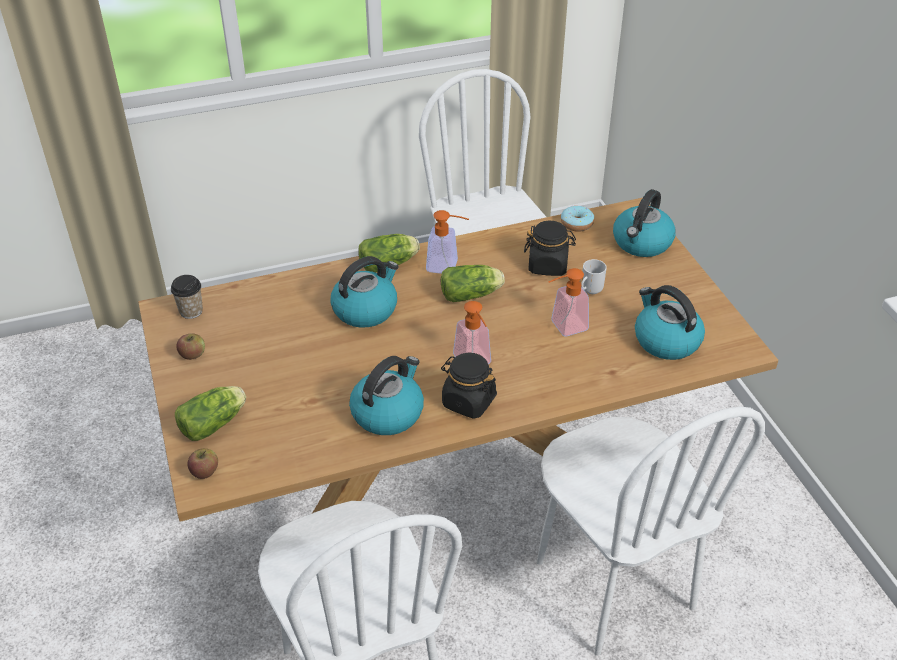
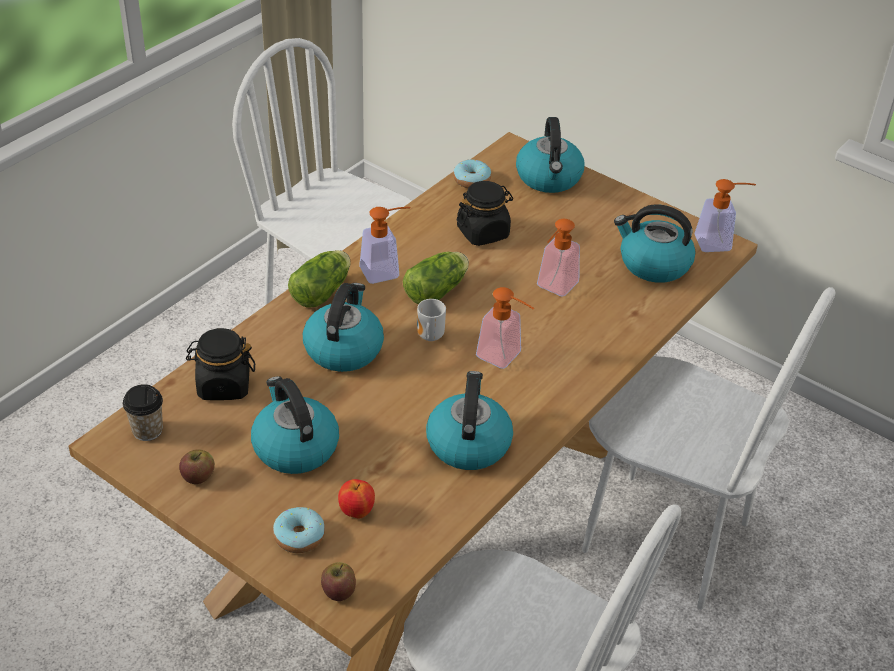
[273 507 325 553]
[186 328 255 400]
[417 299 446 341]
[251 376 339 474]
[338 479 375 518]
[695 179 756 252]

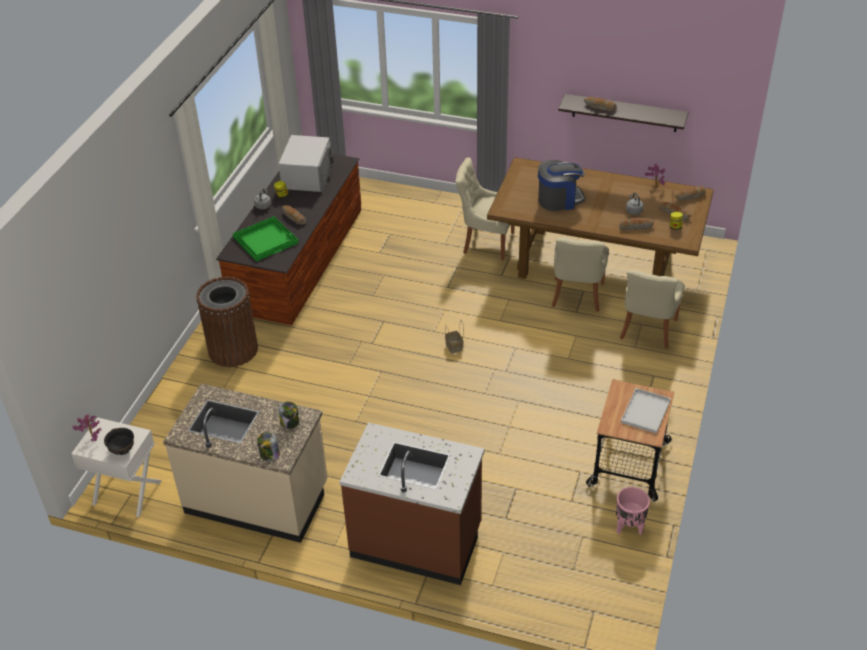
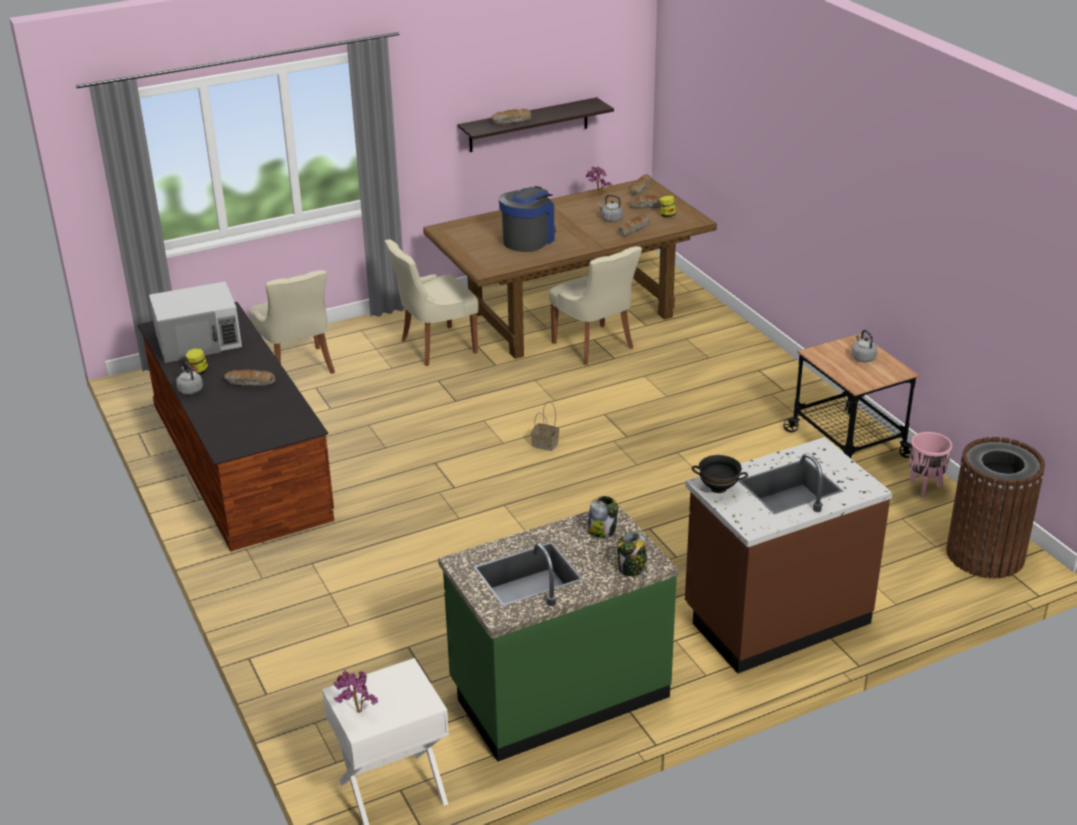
[692 455 748 493]
[438 505 679 762]
[946 437 1045 578]
[232 216 299 261] (first image)
[149 281 242 363]
[249 270 335 374]
[852 330 877 362]

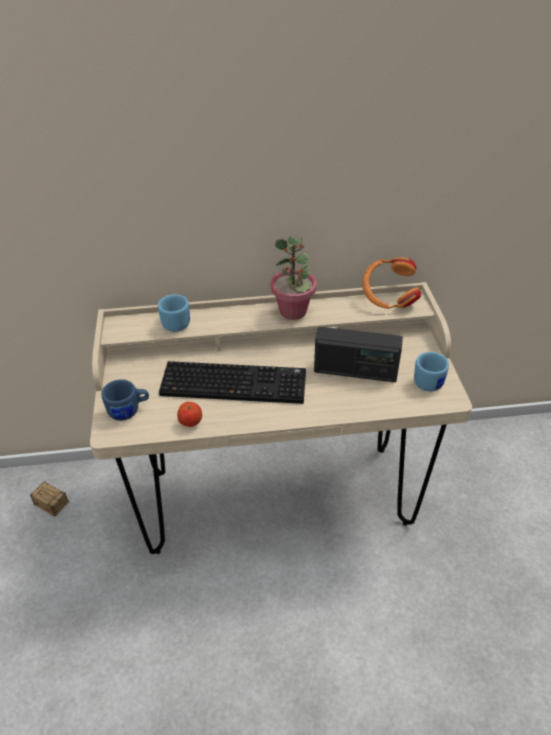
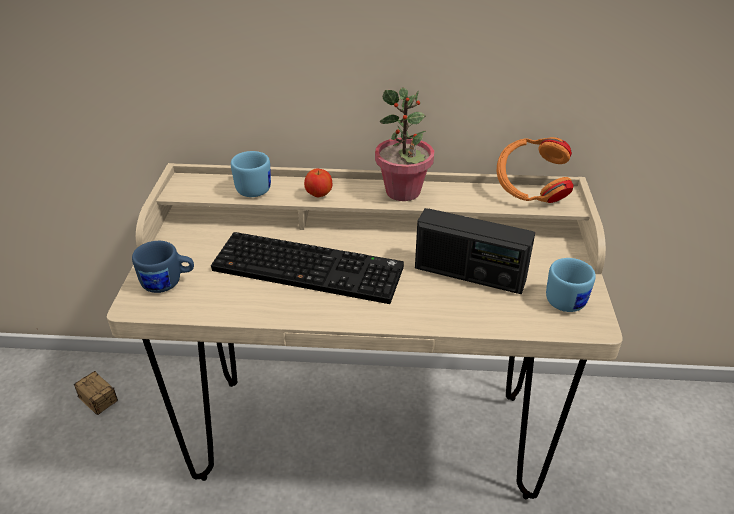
[304 169 332 198]

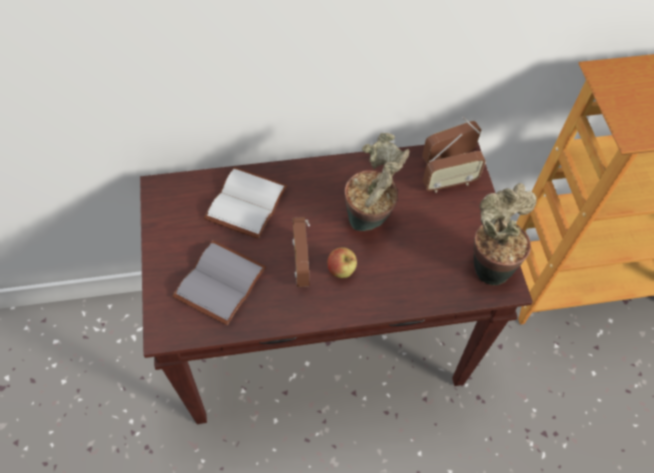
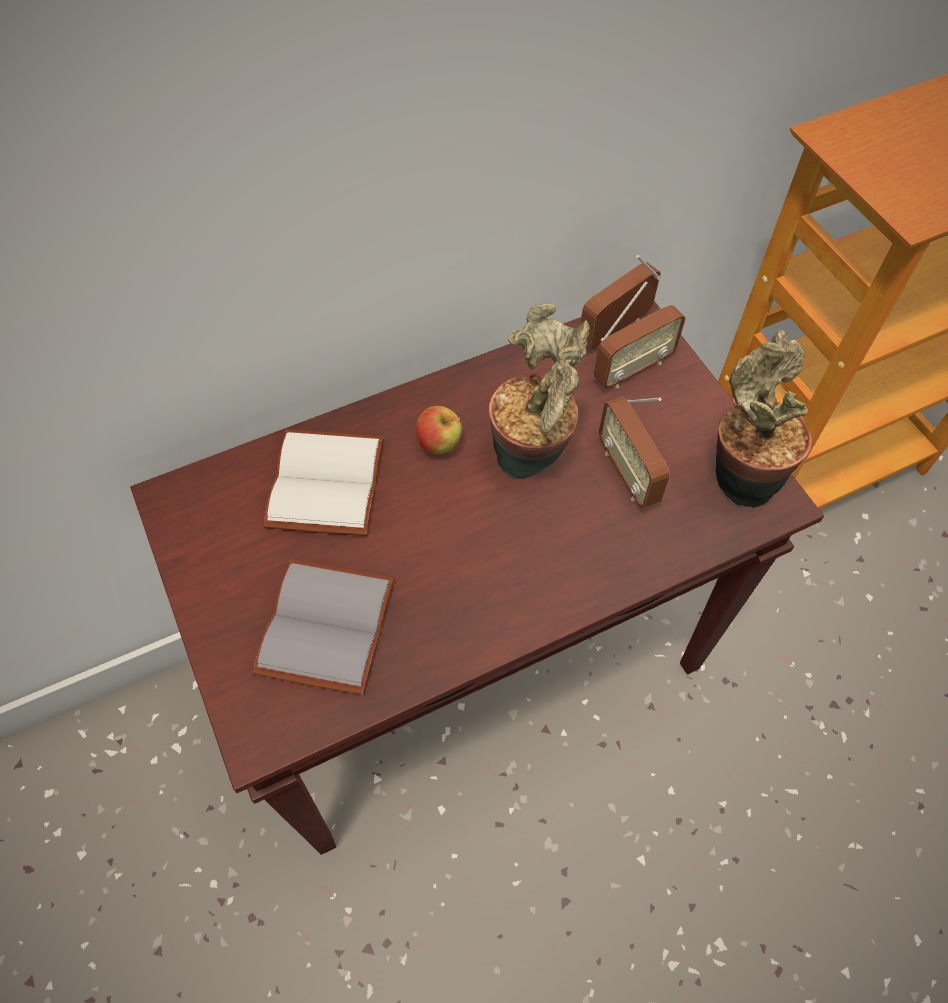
[599 397 670 508]
[416 406 462 454]

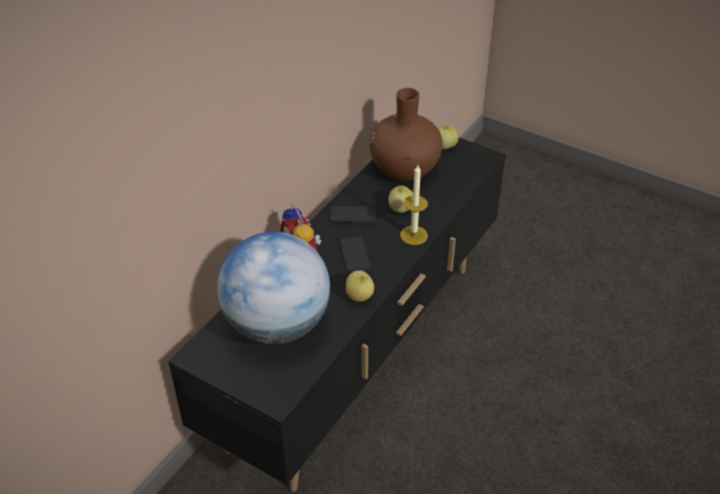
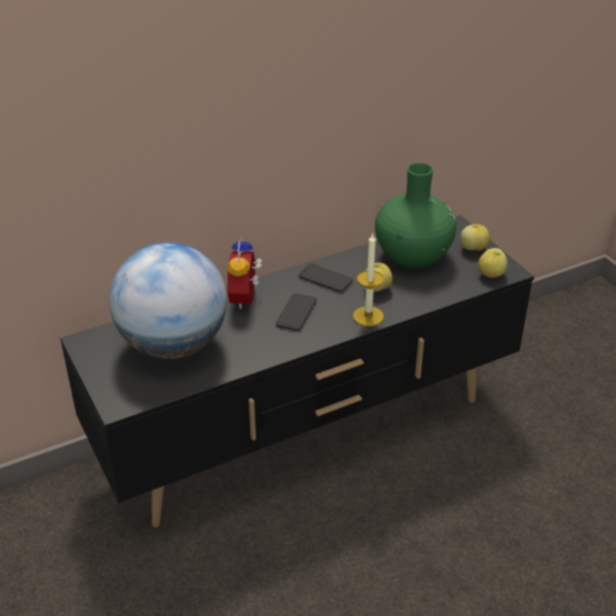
[478 248 507 278]
[375 163 457 268]

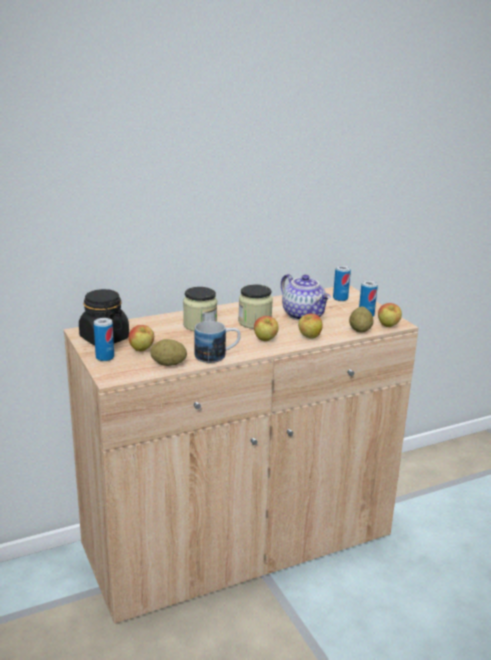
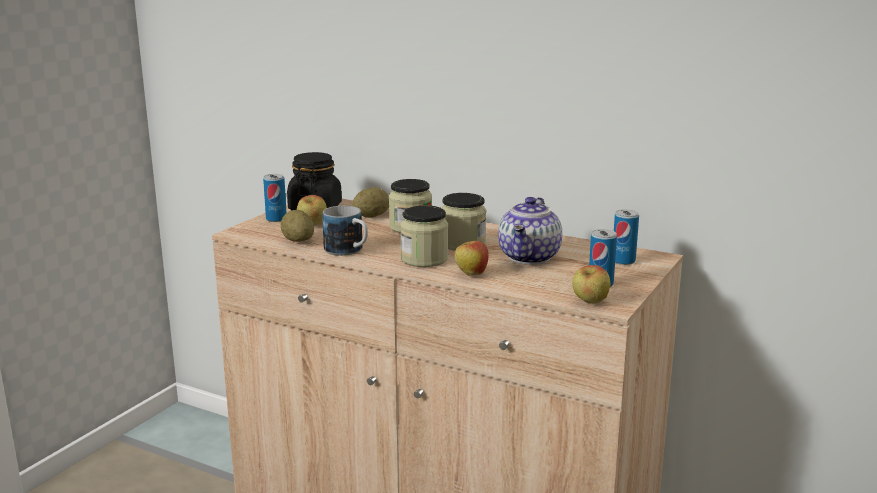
[400 205 448 267]
[353 188 389 218]

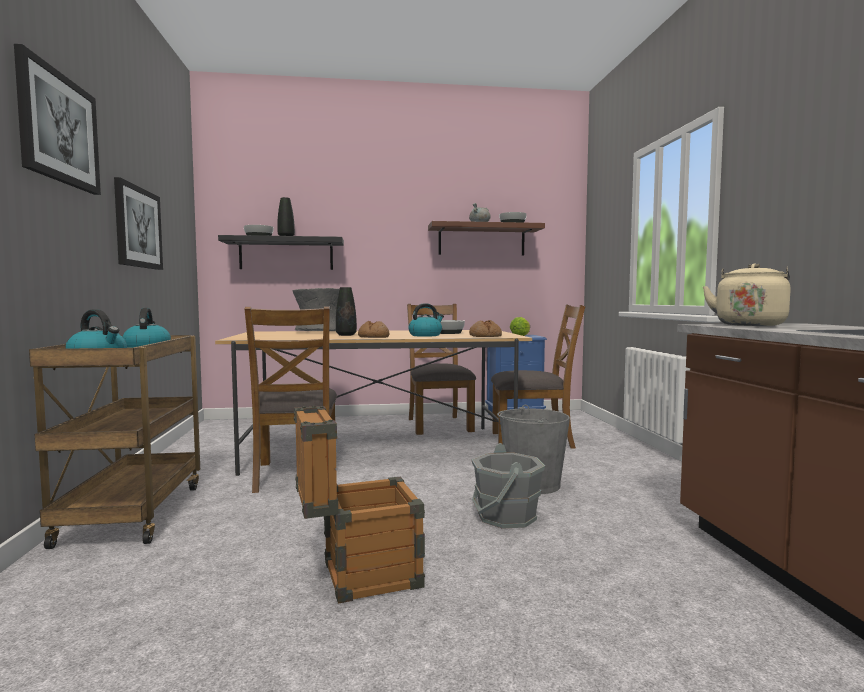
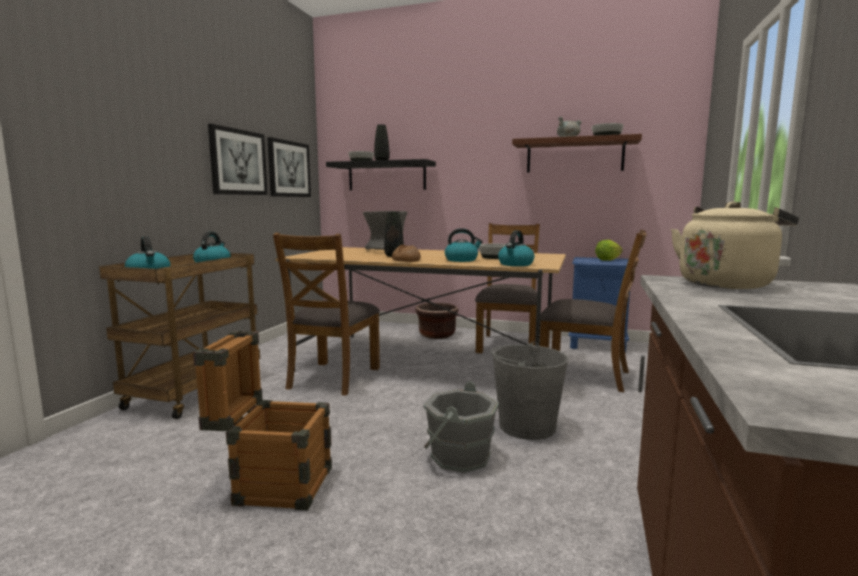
[267 137 311 197]
[498 230 534 266]
[415 303 458 339]

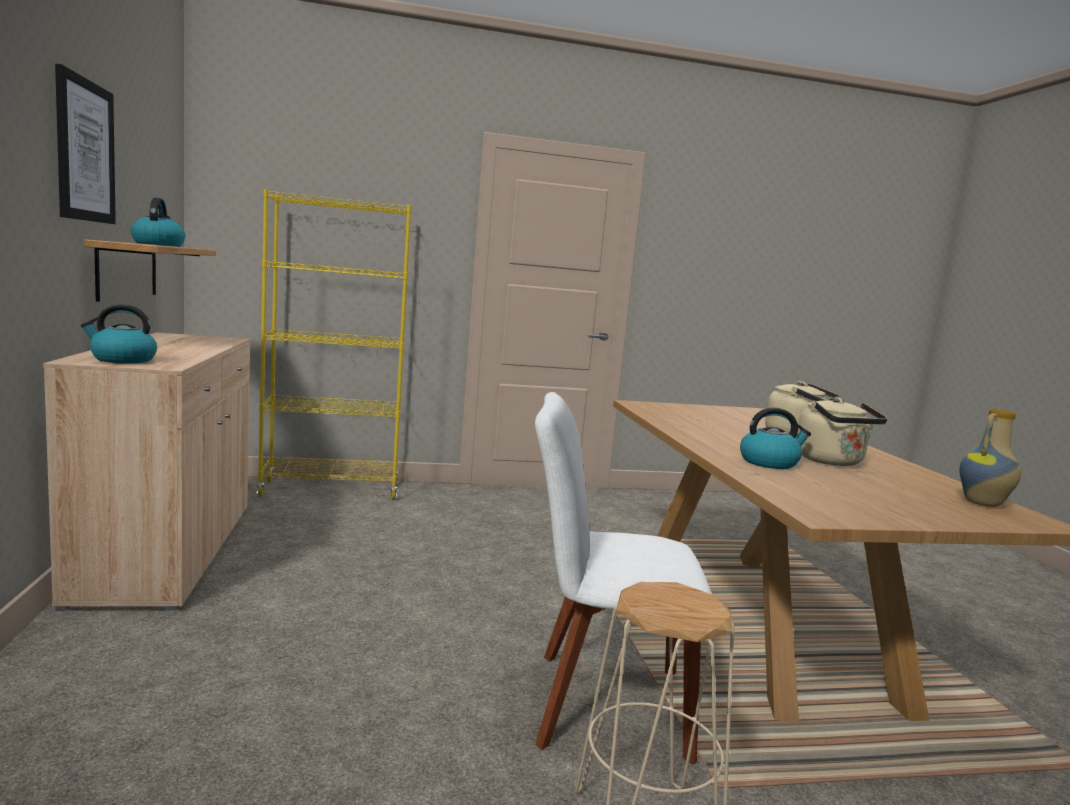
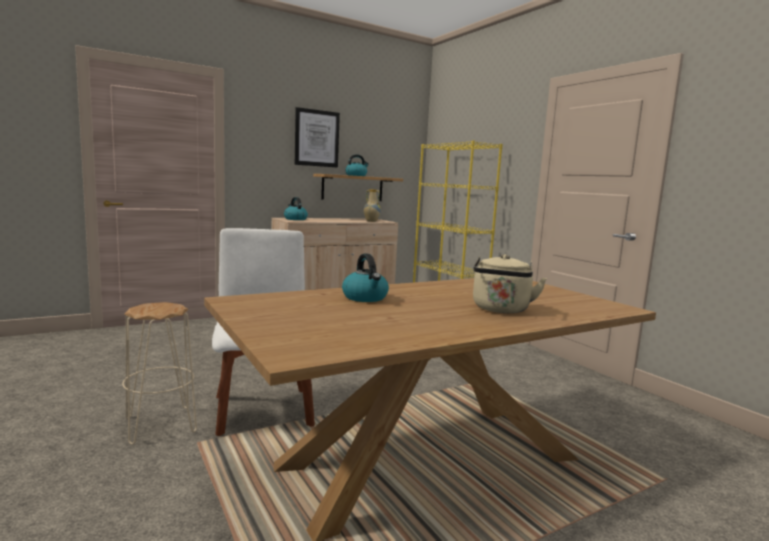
[797 397 887 466] (first image)
[363 189 381 222]

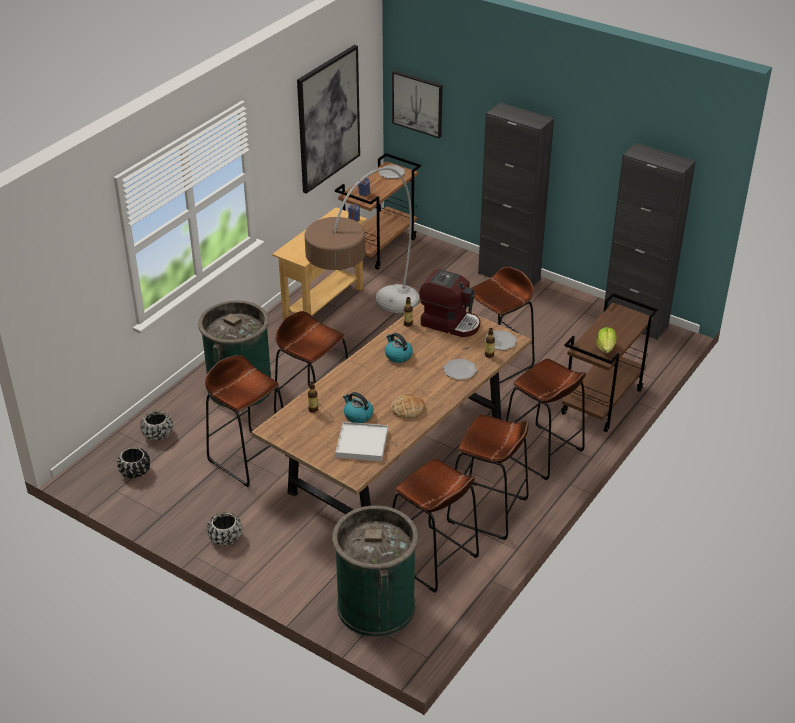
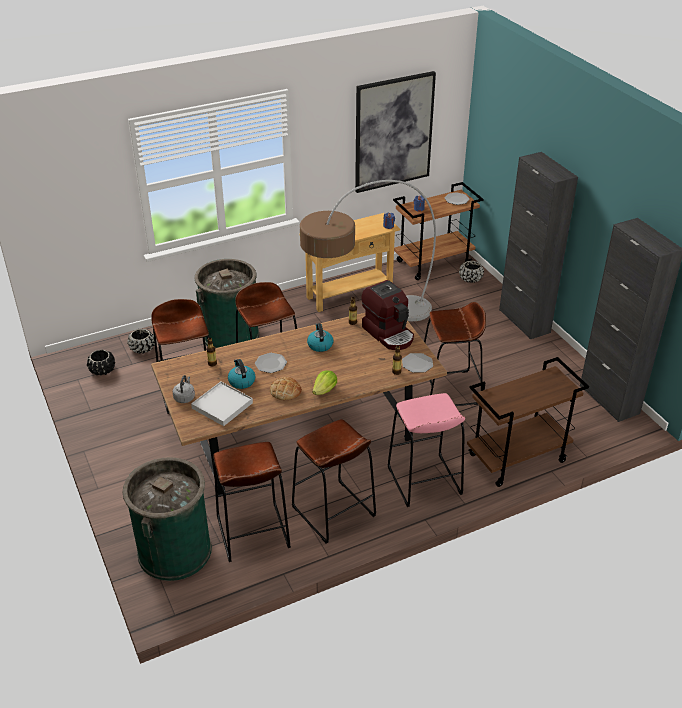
[459 261 484 283]
[392 71 443 138] (first image)
[255 353 287 373]
[388 393 465 507]
[312 370 337 395]
[173 375 195 403]

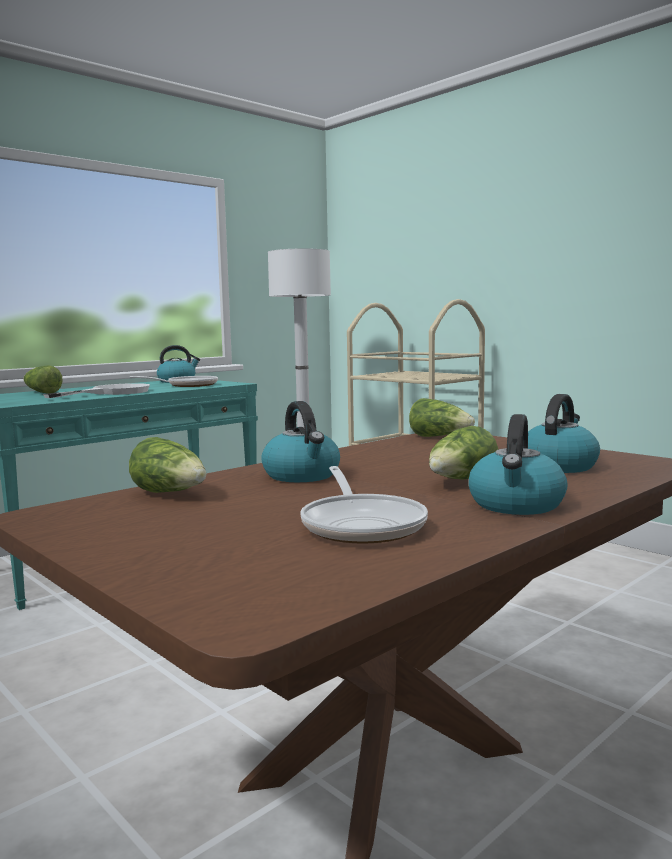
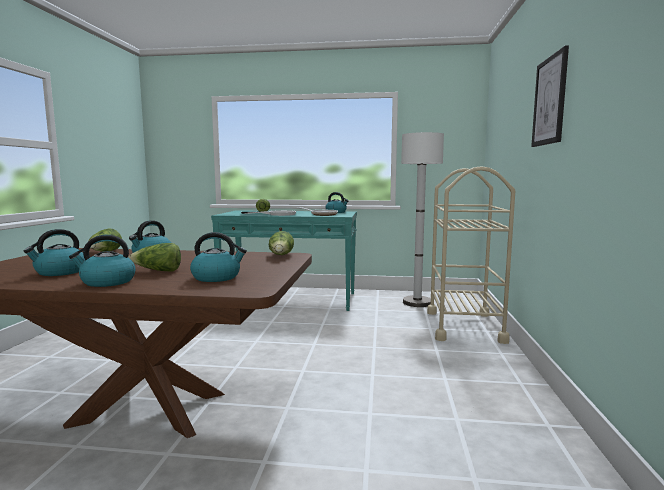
[24 229 85 276]
[531 45 569 147]

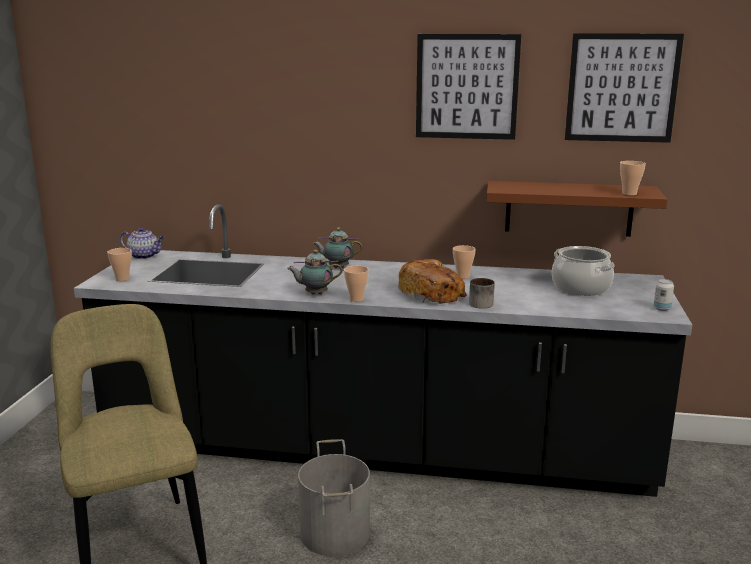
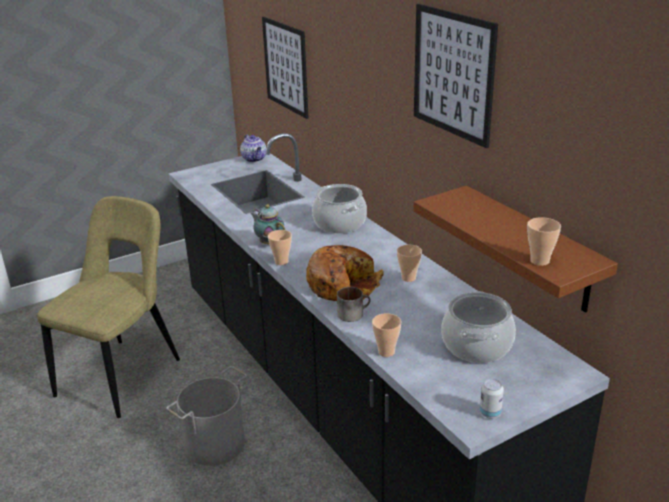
[372 313 401 357]
[312 184 367 233]
[262 17 309 119]

